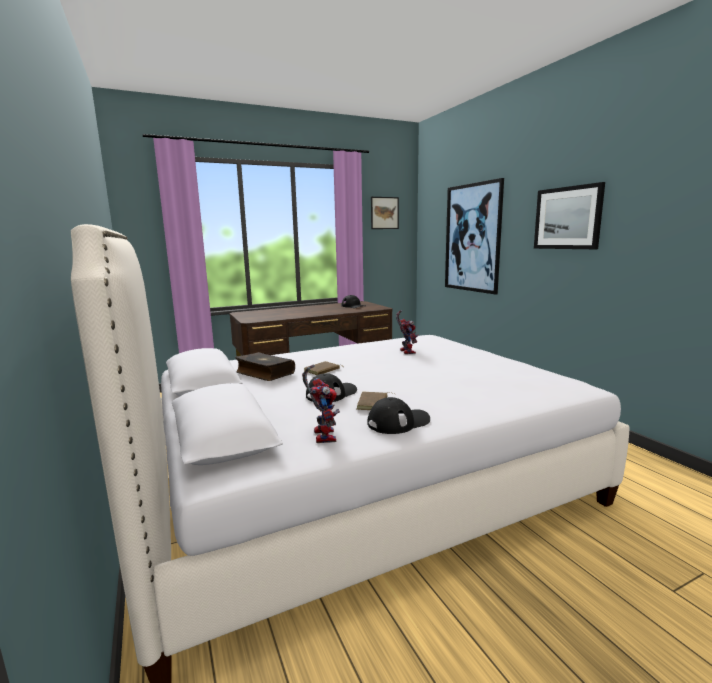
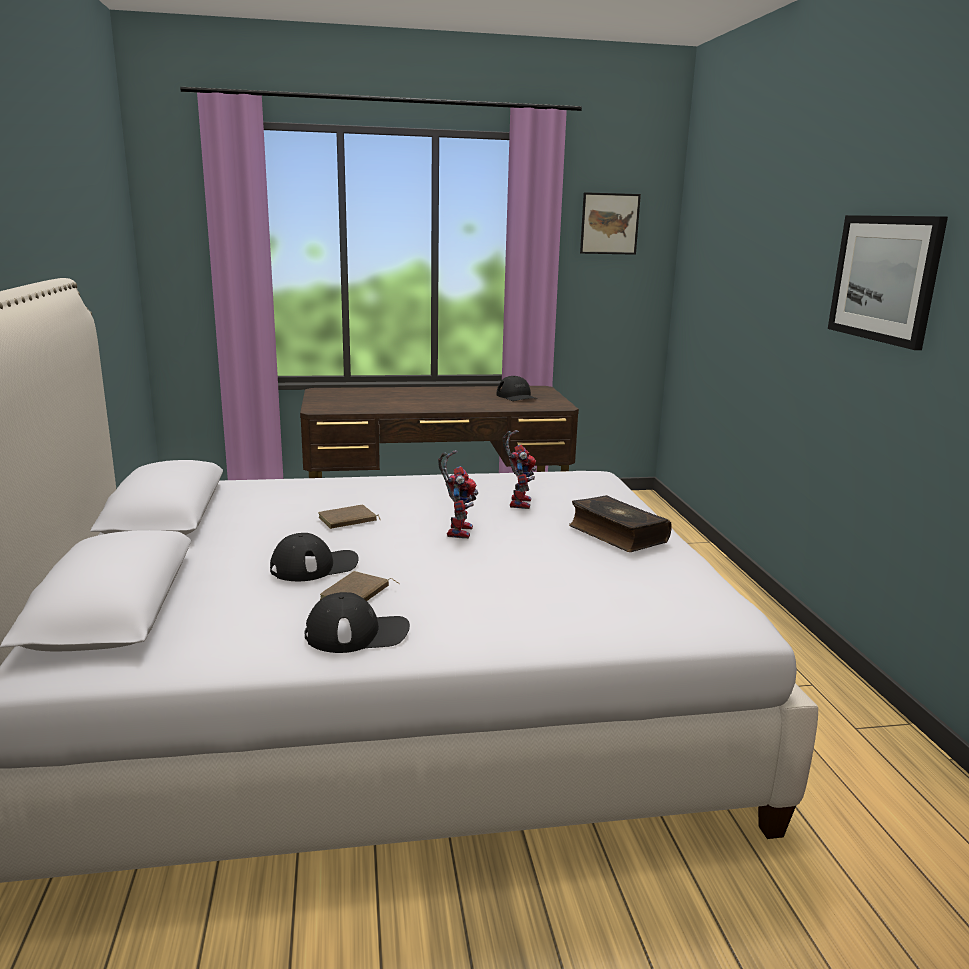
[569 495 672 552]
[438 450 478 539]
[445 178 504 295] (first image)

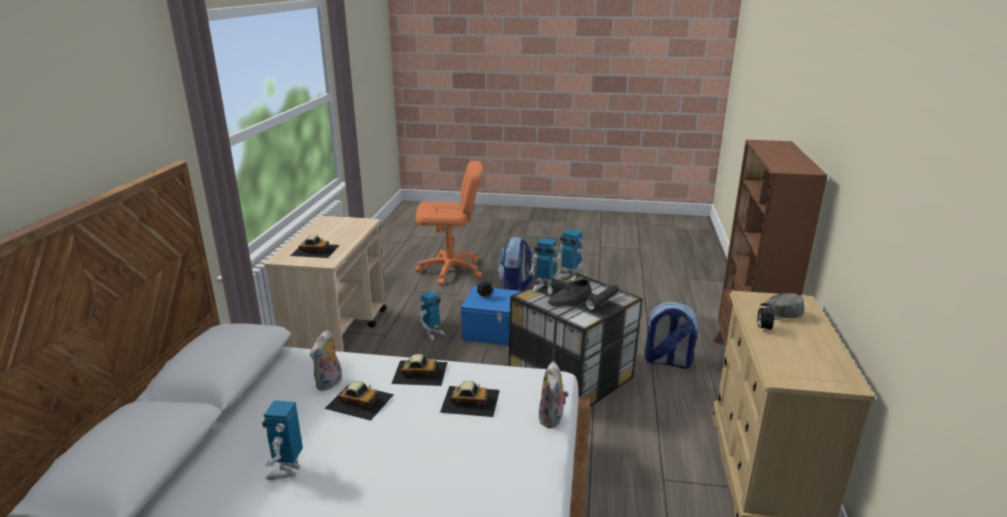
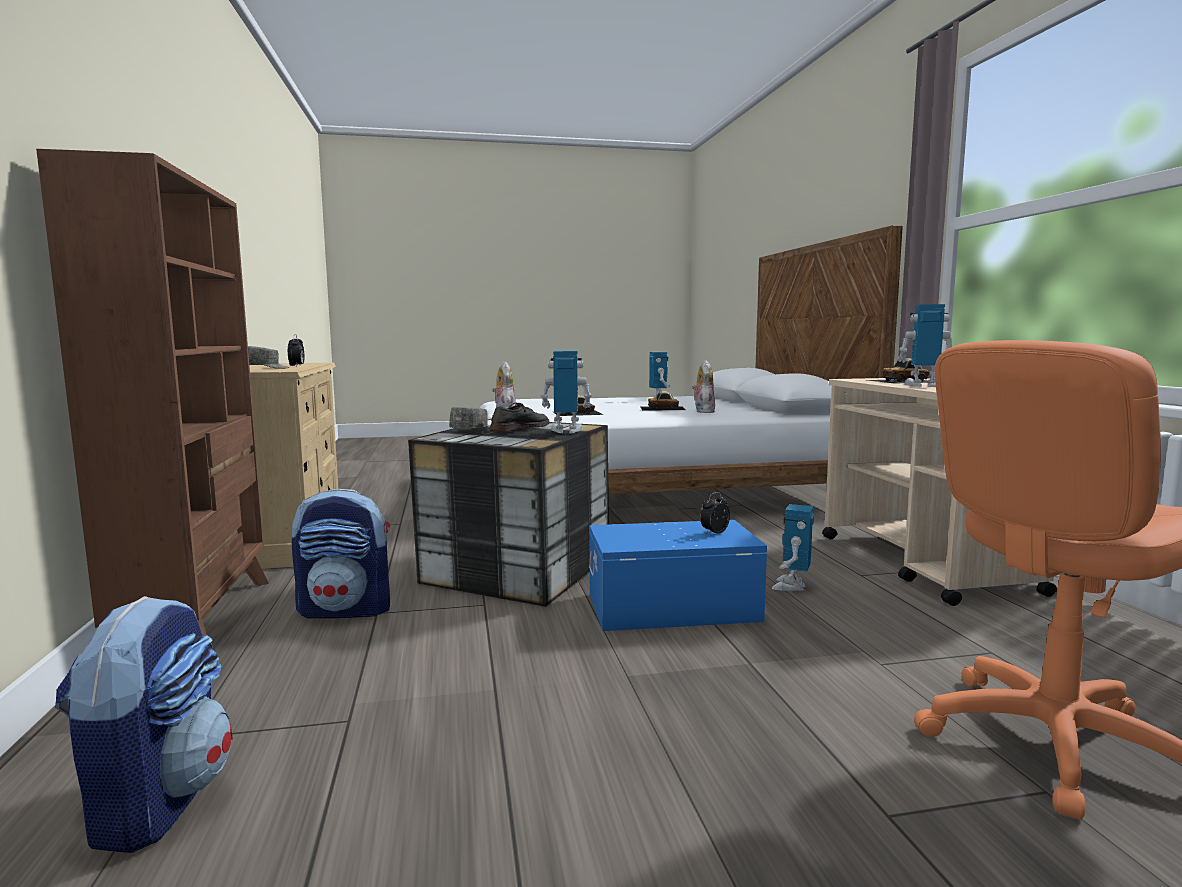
[391 354 448 386] (first image)
[55 596 233 853]
[897 304 952 387]
[449 407 490 428]

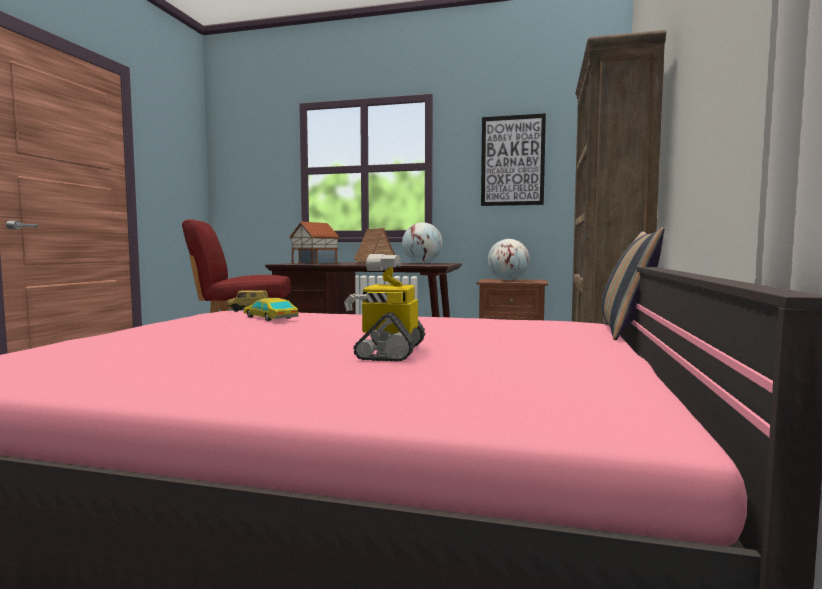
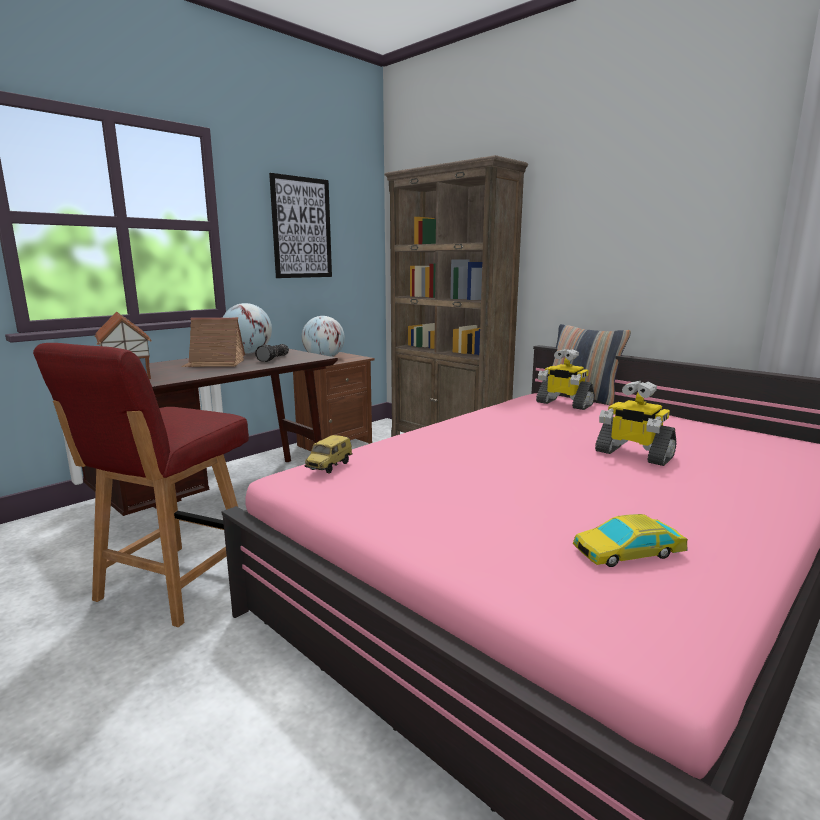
[573 514 688 567]
[255 344 289 362]
[536 349 595 410]

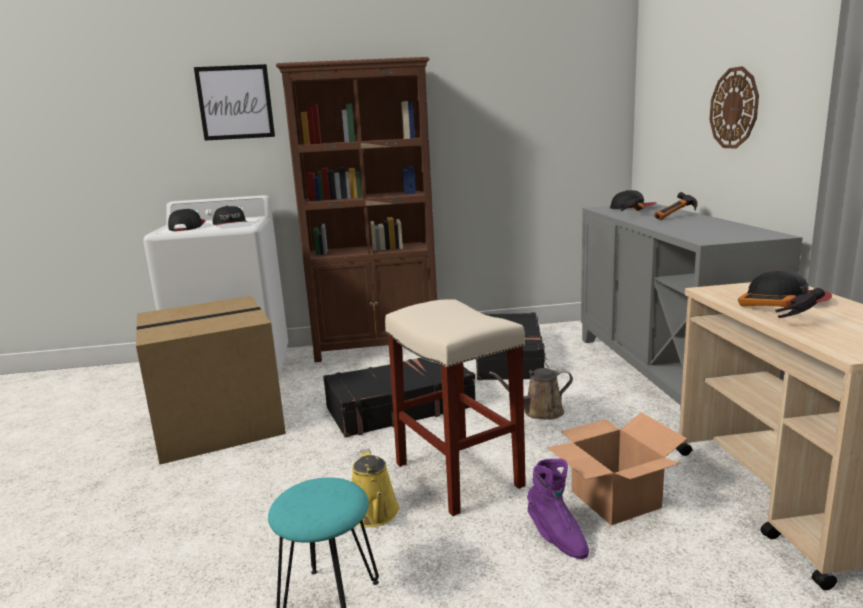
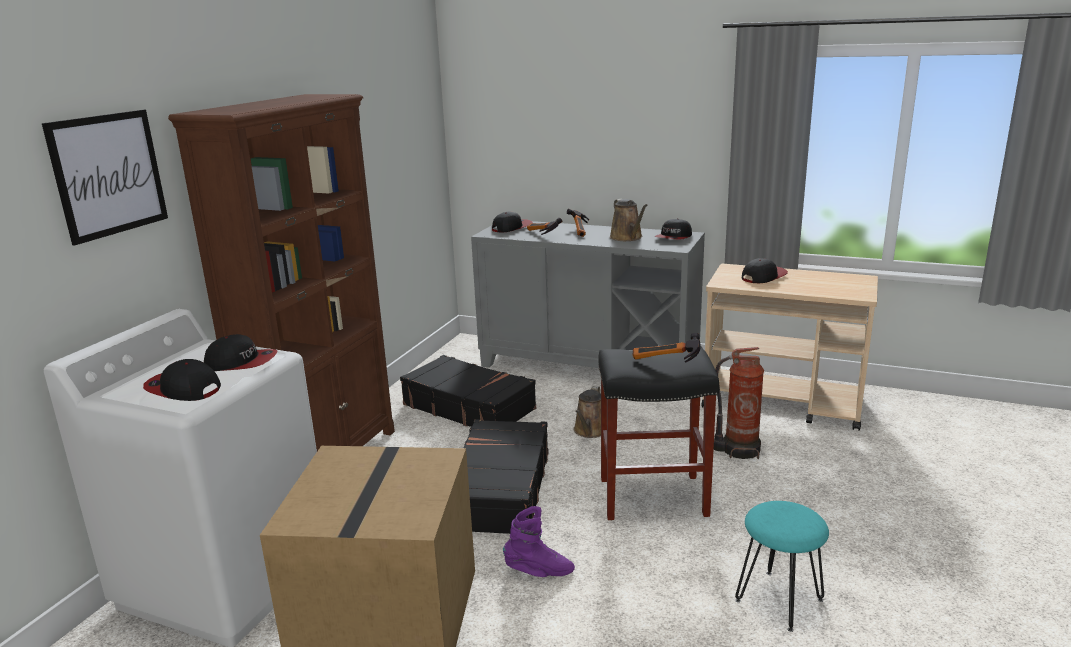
[352 448 399 527] (first image)
[598 346 719 520]
[503 506 575 577]
[714 347 764 459]
[709 66 759 149] (first image)
[633 333 701 363]
[610 199 648 241]
[655 219 692 240]

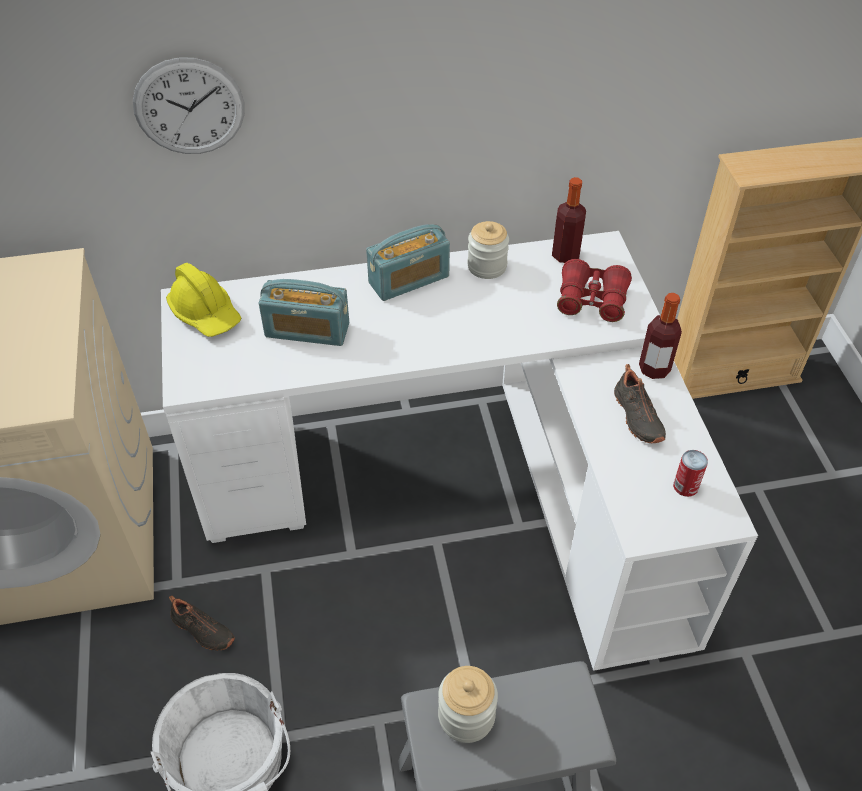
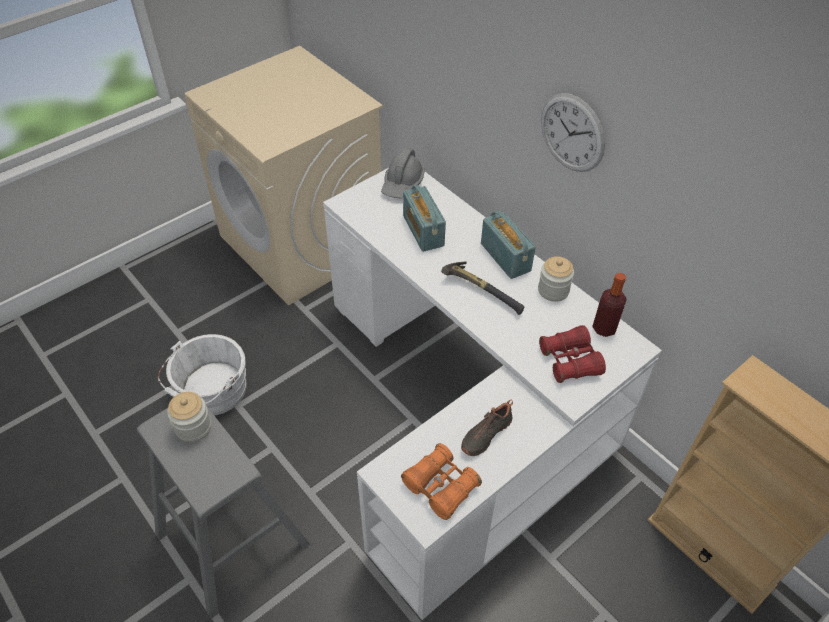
[541 93 605 172]
[381 148 425 199]
[169 596 235 651] (first image)
[481 211 536 279]
[639 293 682 379] (first image)
[401 443 482 520]
[441 262 524 315]

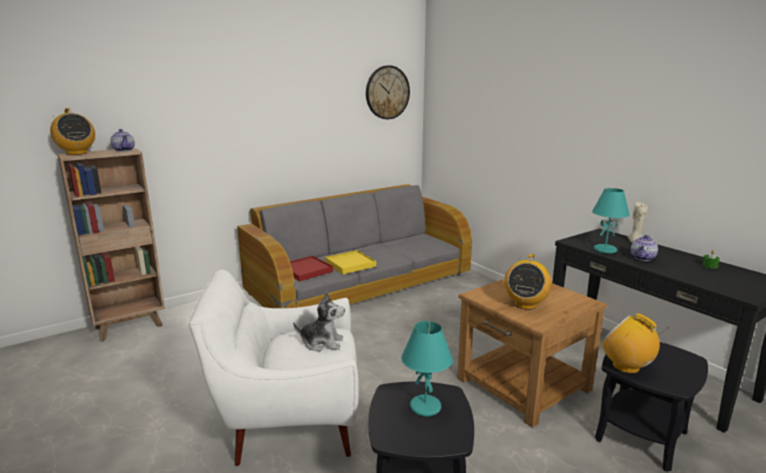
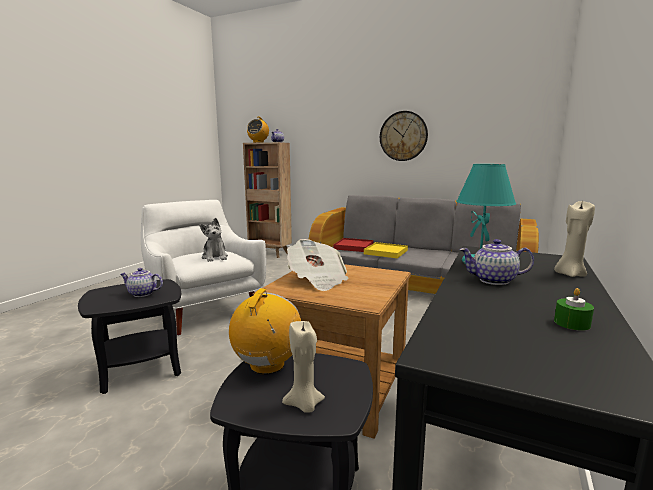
[380 111 428 161]
[120 268 163 297]
[287 239 349 291]
[282 321 325 413]

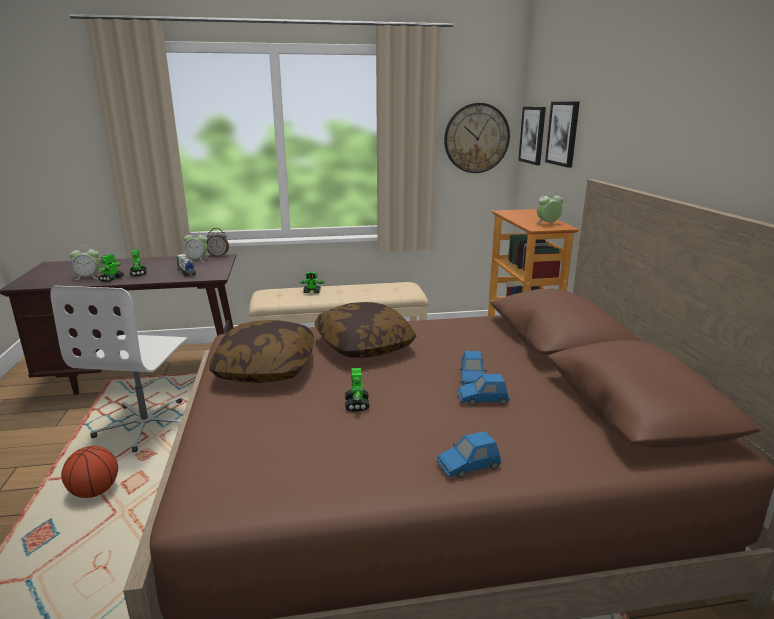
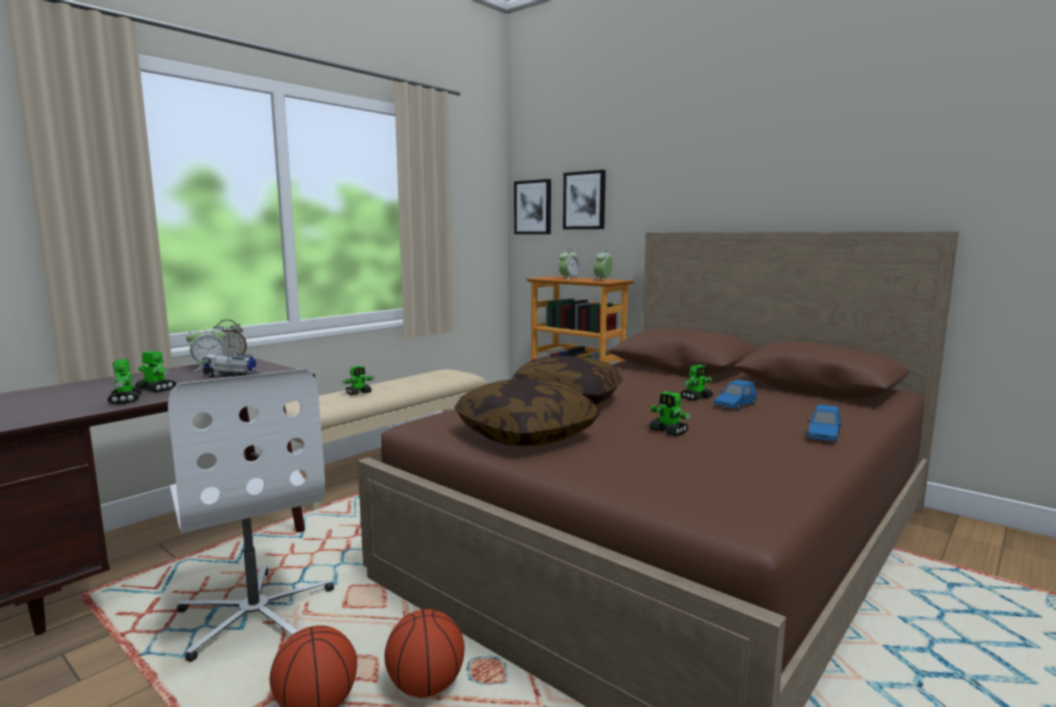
[559 248 579 280]
[444 103 510 173] (first image)
[681 365 713 400]
[385 609 465 697]

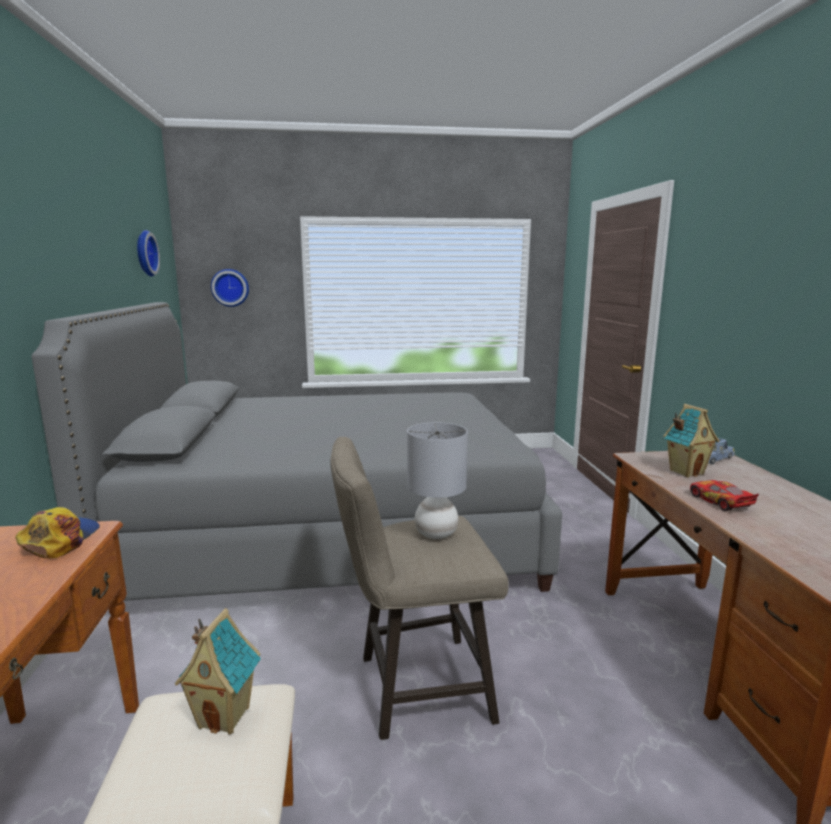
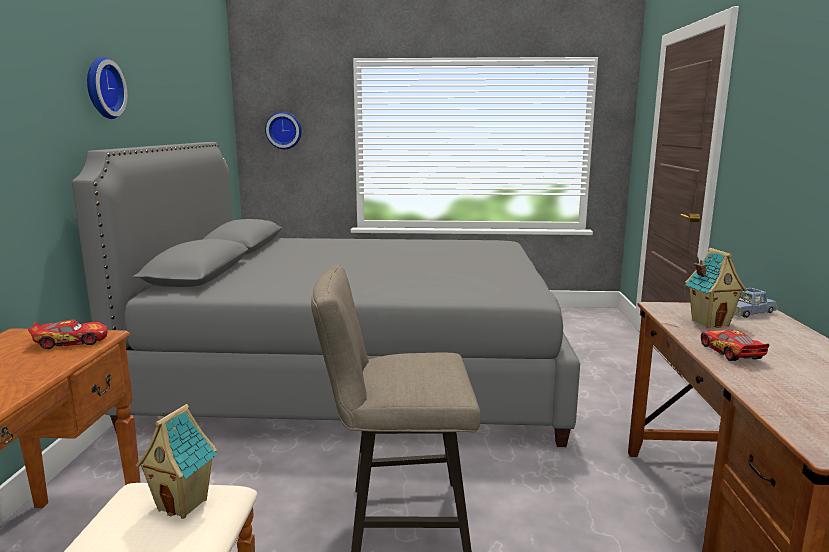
[28 320 107 349]
[87 56 127 119]
[407 422 468 539] (first image)

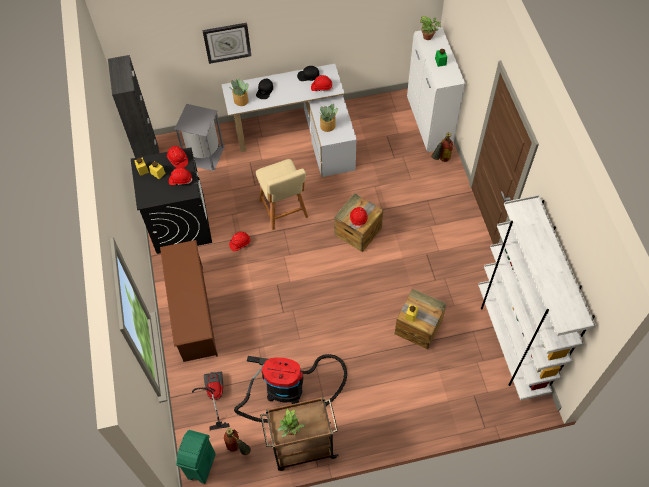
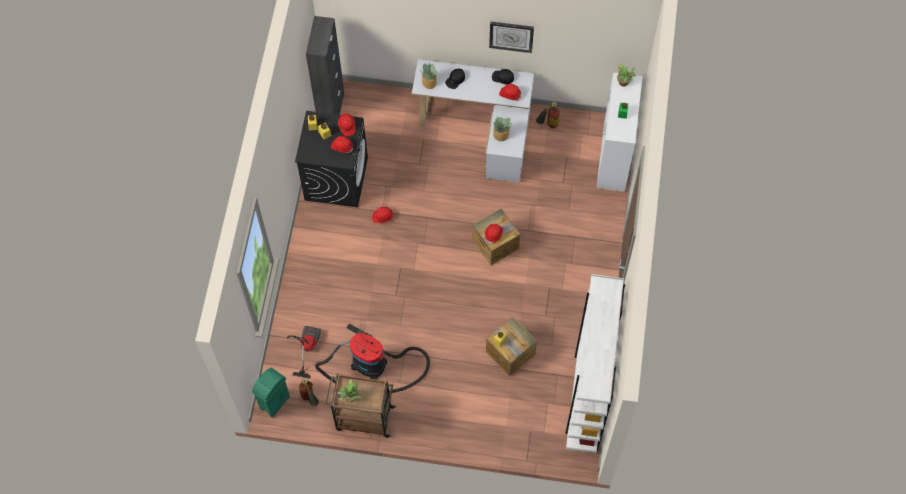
[160 240 218 362] (first image)
[174 104 225 171] (first image)
[489 21 534 53]
[256 159 308 230] (first image)
[536 102 560 128]

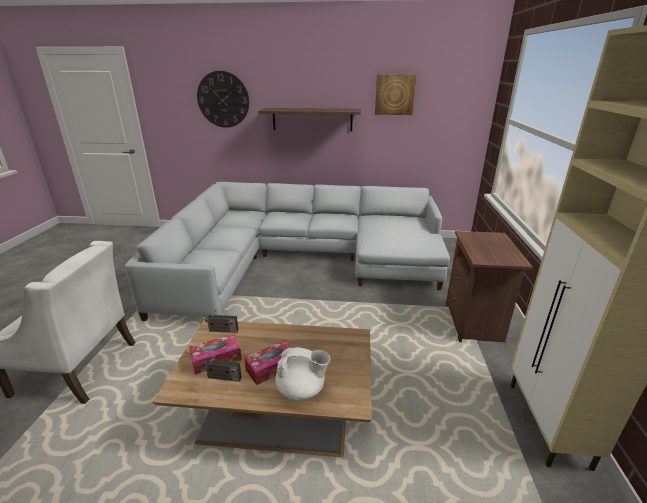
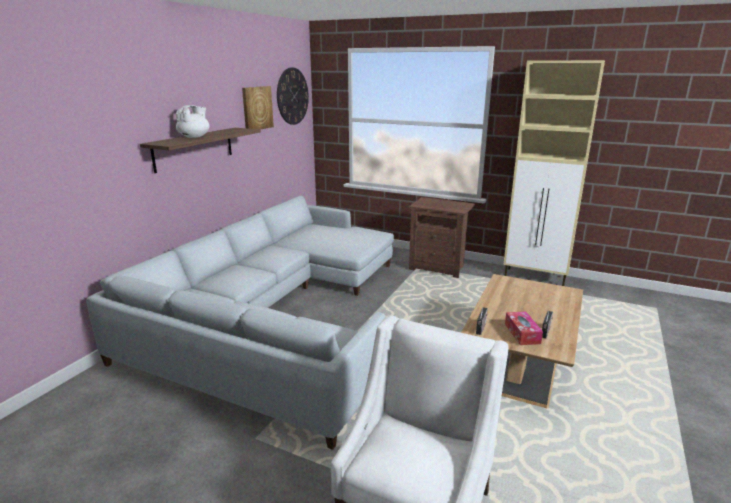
[277 68 309 125]
[244 340 295 385] (first image)
[176 105 209 138]

